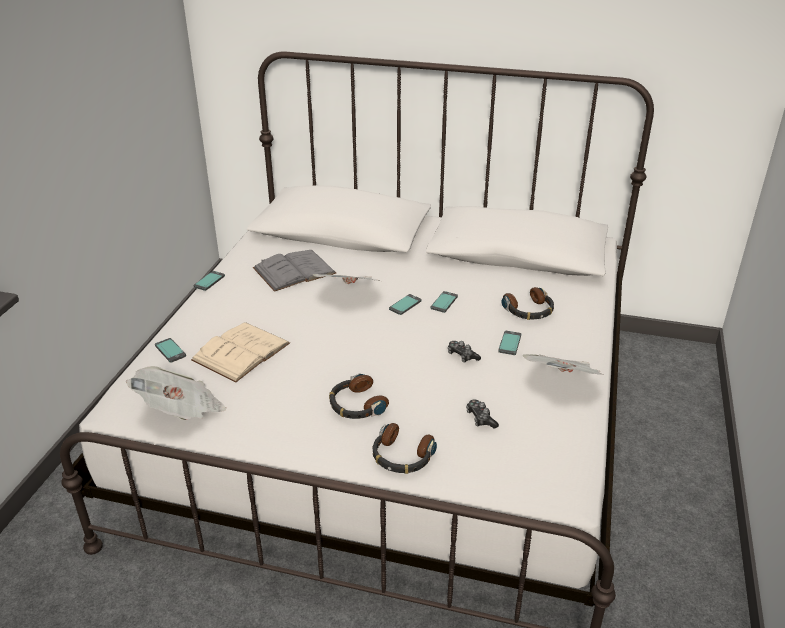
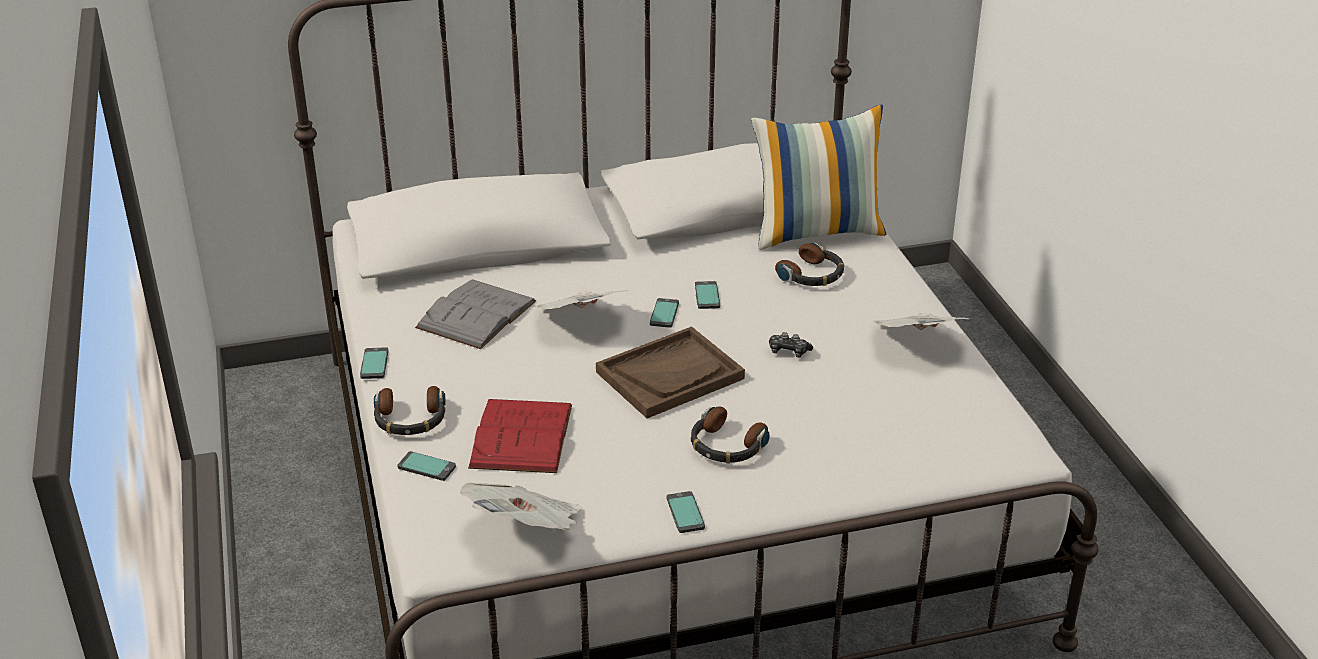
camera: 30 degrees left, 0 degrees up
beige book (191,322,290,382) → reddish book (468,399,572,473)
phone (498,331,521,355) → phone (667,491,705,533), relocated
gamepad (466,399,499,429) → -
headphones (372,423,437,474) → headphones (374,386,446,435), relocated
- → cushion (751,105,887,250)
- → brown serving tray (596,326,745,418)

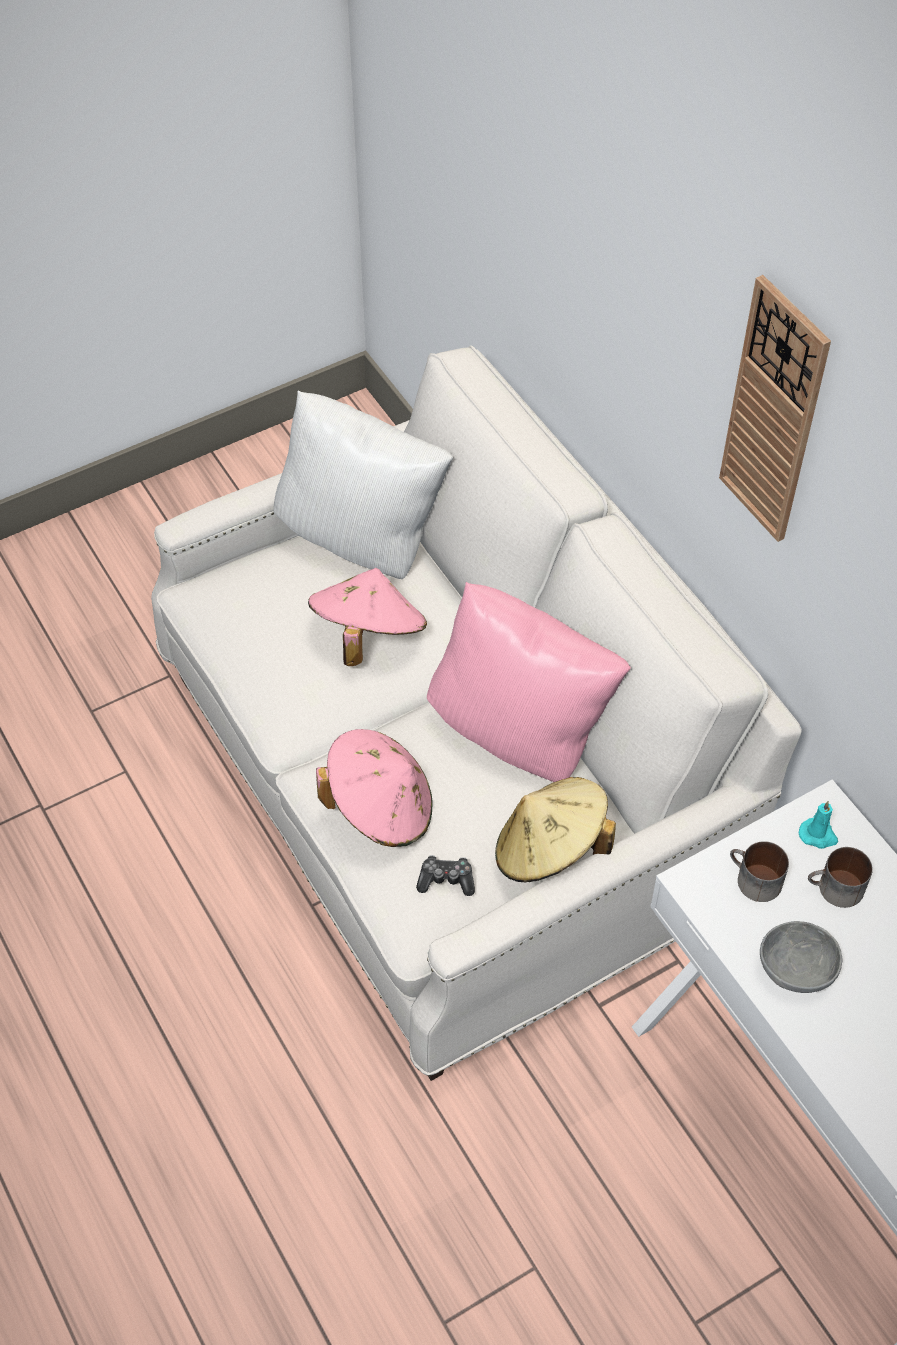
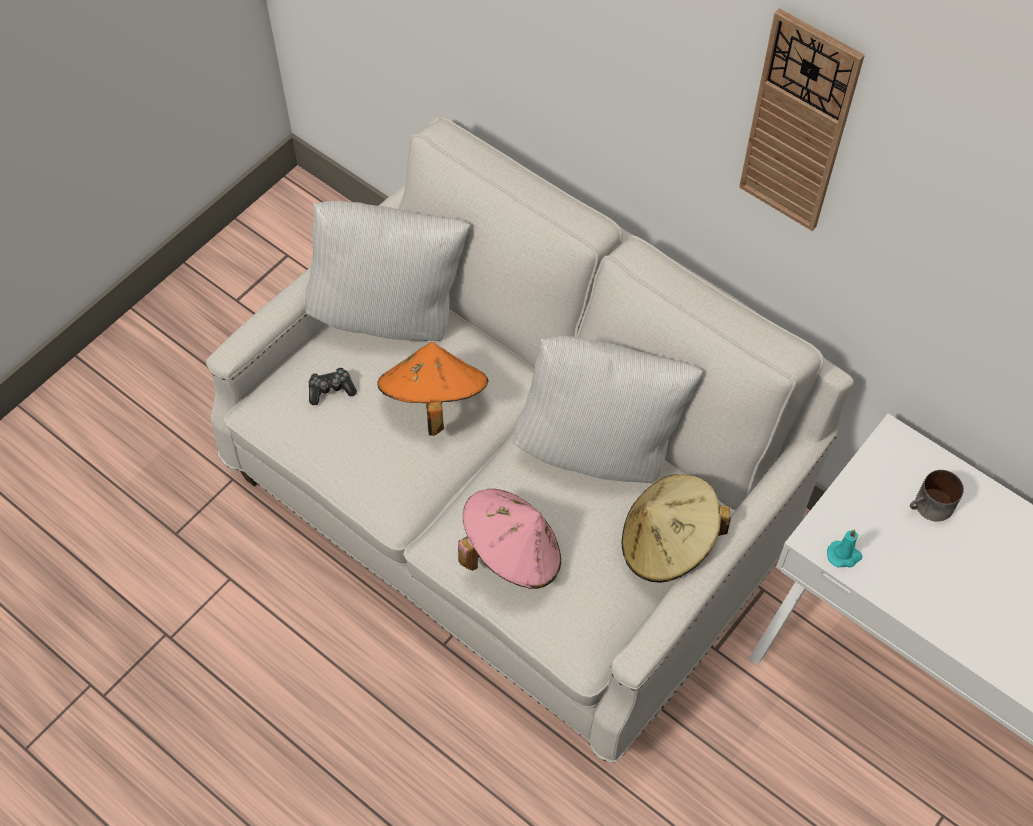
camera: 20 degrees left, 5 degrees up
pink-coloured hat (308,568,427,666) → orange-coloured hat (377,342,488,436)
pink-coloured cushion (427,582,631,782) → whitish cushion (513,336,703,483)
blue-green wax light (799,801,838,849) → blue-green wax light (827,530,863,568), relocated
mug (730,841,789,902) → -
gamepad (416,855,475,896) → gamepad (309,367,357,405), relocated
greyish deep dish (760,921,842,993) → -

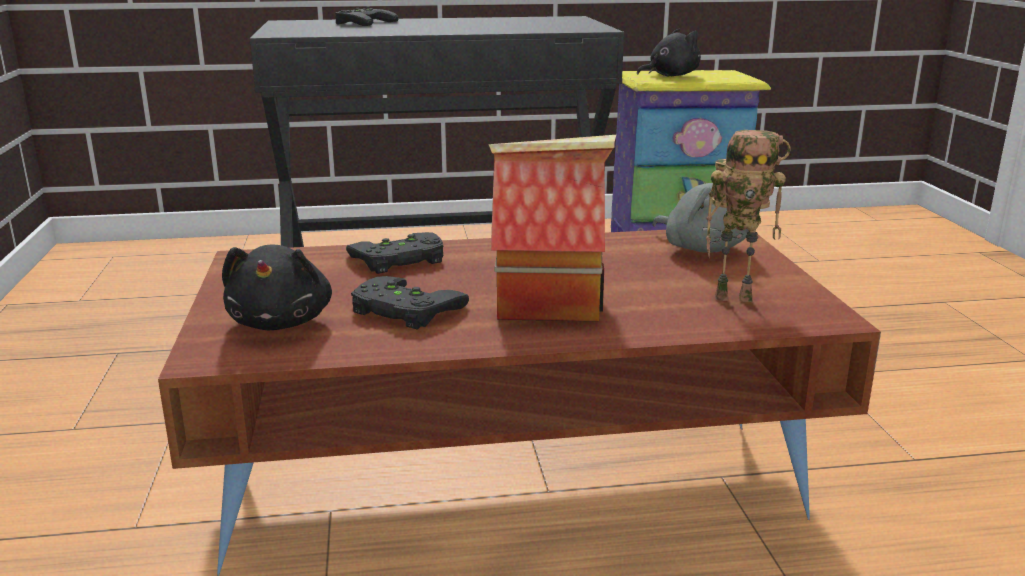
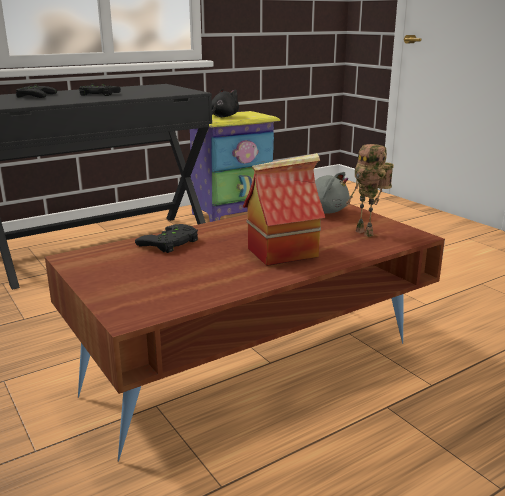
camera: 25 degrees left, 0 degrees up
model robot (706,130,791,302) → model robot (346,144,394,237), 75 degrees clockwise
black-coloured plush toy (222,244,332,330) → -
black-coloured gamepad (351,276,469,330) → black-coloured gamepad (79,84,121,96), relocated

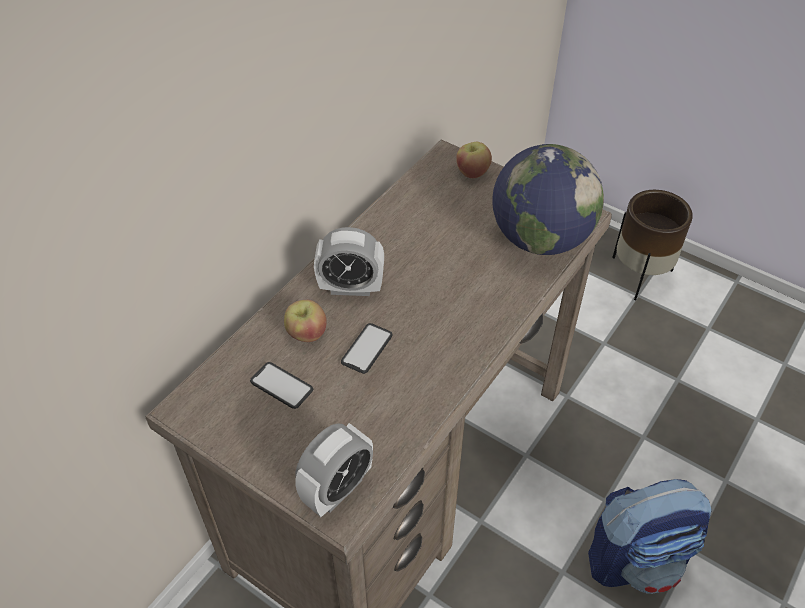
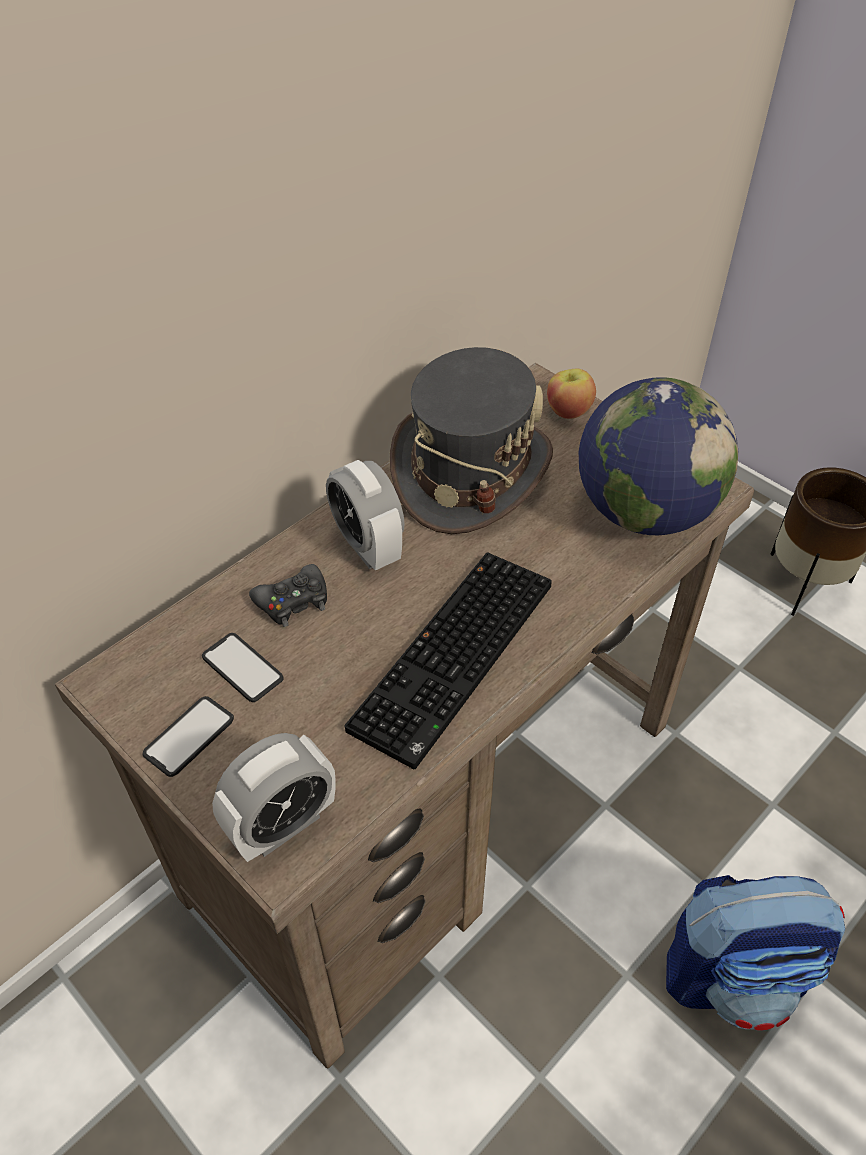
camera: 10 degrees right, 0 degrees up
alarm clock (314,227,384,296) → alarm clock (326,460,405,571), 45 degrees clockwise
apple fruit (284,300,327,342) → black-coloured gamepad (249,564,327,627)
phone (341,323,392,374) → phone (143,696,234,777), relocated
- → greyish hat (390,347,553,534)
- → PC keyboard (345,553,552,769)

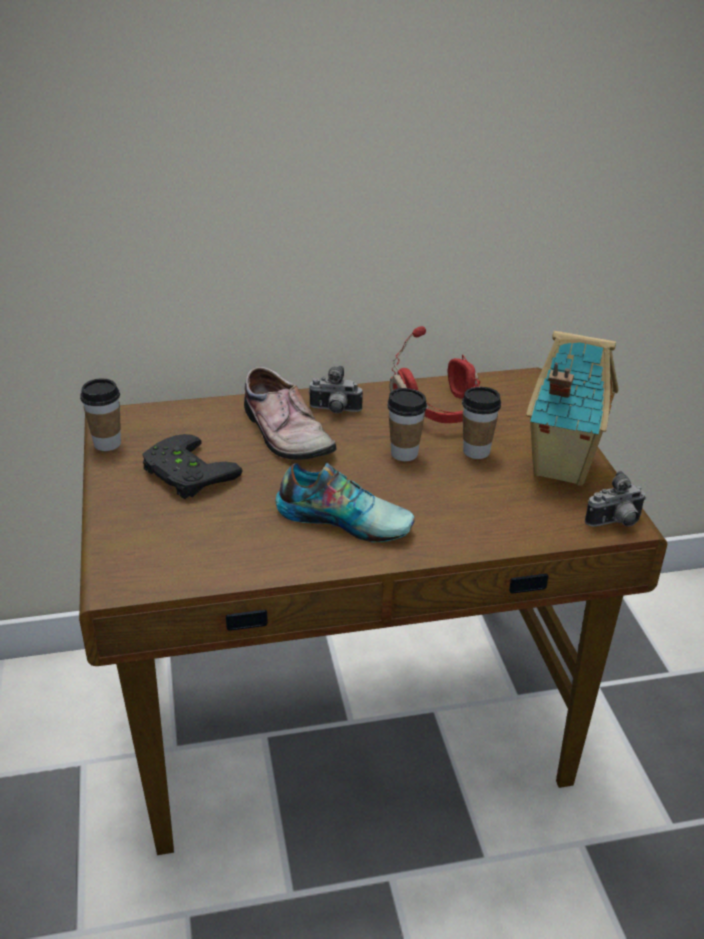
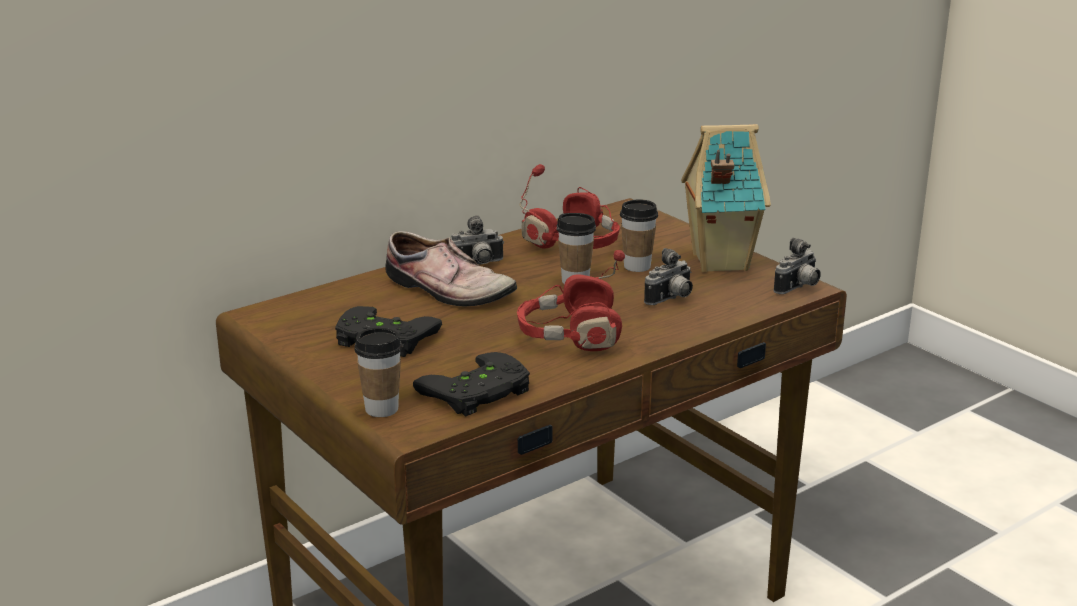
camera: 25 degrees left, 10 degrees down
small cup (80,378,121,451) → small cup (355,328,402,417), relocated
shoe (275,463,415,543) → reddish headphones (517,250,625,351)
- → photo camera (644,248,693,305)
- → black-coloured gamepad (413,352,530,417)

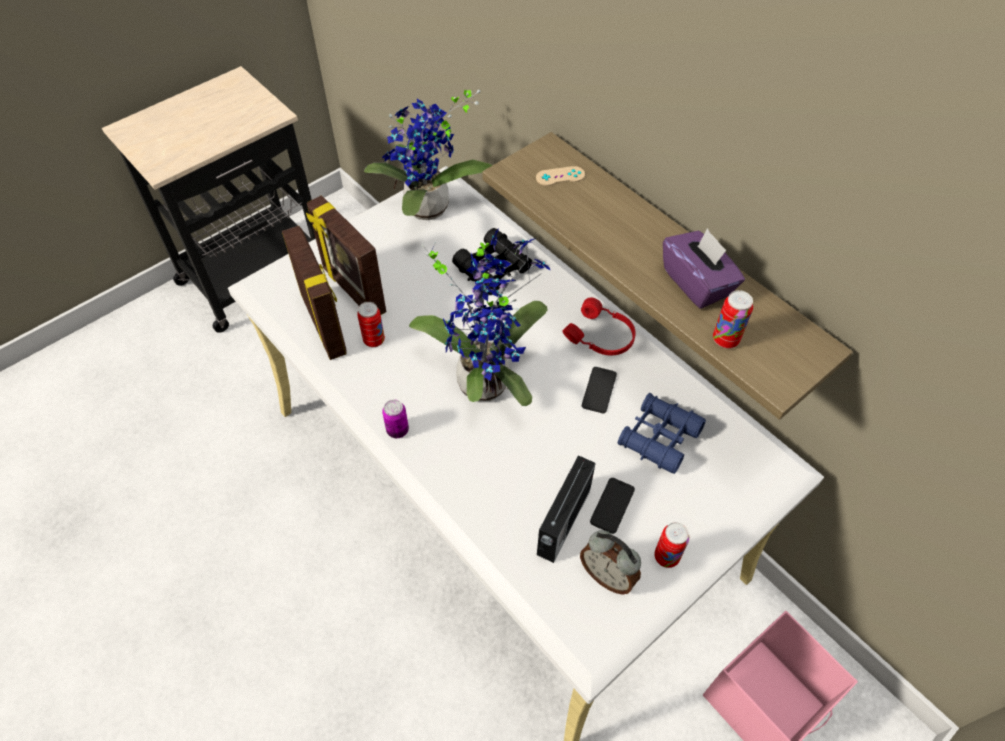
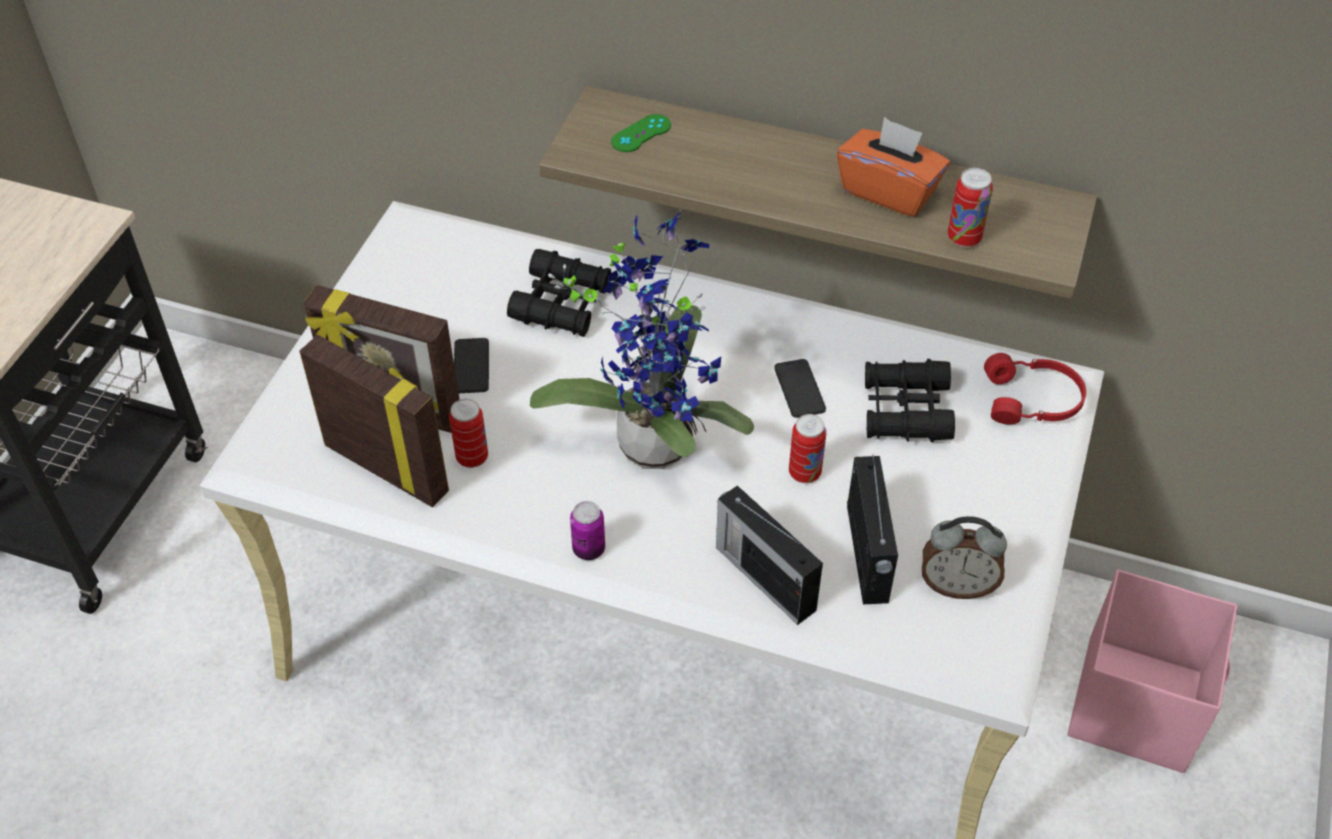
camera: 30 degrees left, 5 degrees down
potted plant (364,90,492,220) → -
beige gamepad (536,166,585,186) → green-coloured gamepad (611,114,671,152)
purple tissue holder (663,228,745,309) → orange-coloured tissue holder (837,117,950,217)
reddish headphones (563,298,636,355) → reddish headphones (984,353,1086,424), relocated
blue-coloured field glasses (617,393,706,474) → black-coloured field glasses (865,359,955,442)
phone (590,478,635,534) → phone (454,338,489,393), relocated
can (654,522,689,568) → can (789,414,827,483), relocated
- → radio set (716,486,823,625)

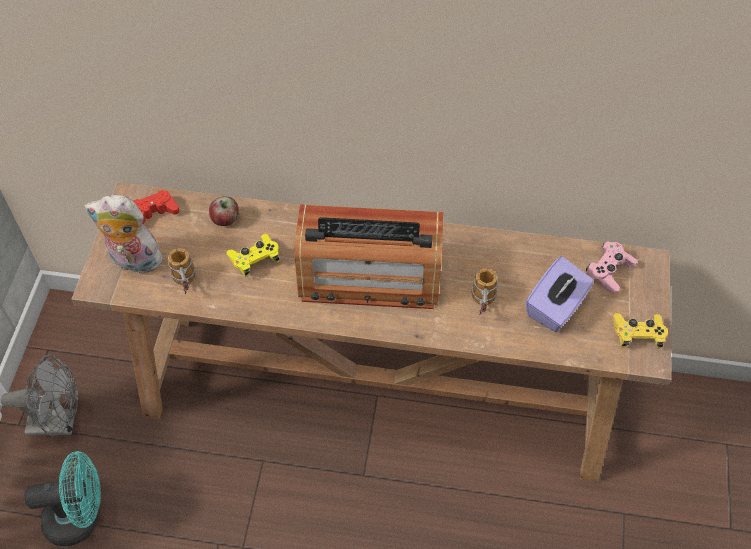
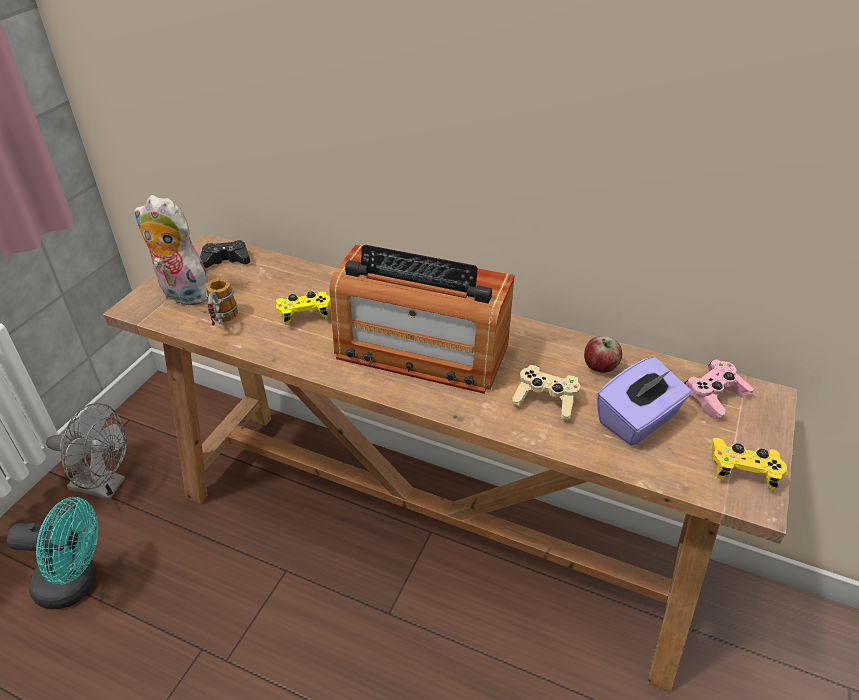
camera: 15 degrees right, 15 degrees down
reddish gamepad (133,190,180,224) → black-coloured gamepad (200,240,250,269)
apple fruit (209,196,239,226) → apple fruit (584,336,622,373), relocated
mug (472,268,498,315) → beige gamepad (511,365,581,421)

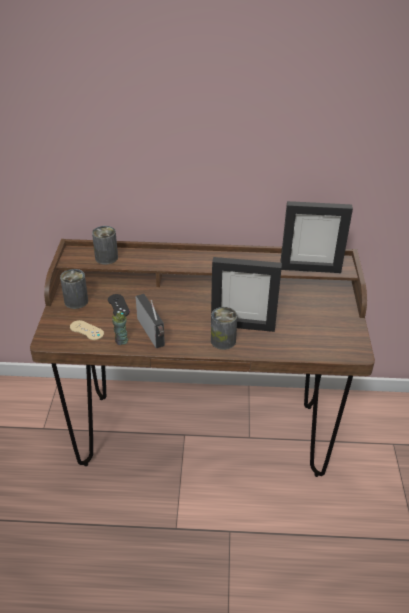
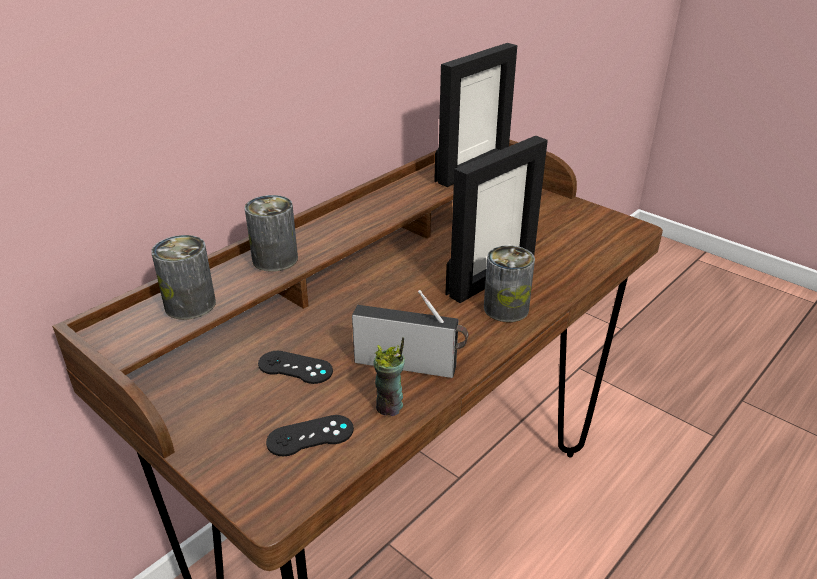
camera: 50 degrees left, 5 degrees down
can (60,269,88,309) → can (245,195,298,272), relocated
beige gamepad (70,320,104,340) → black-coloured gamepad (266,415,354,457)

